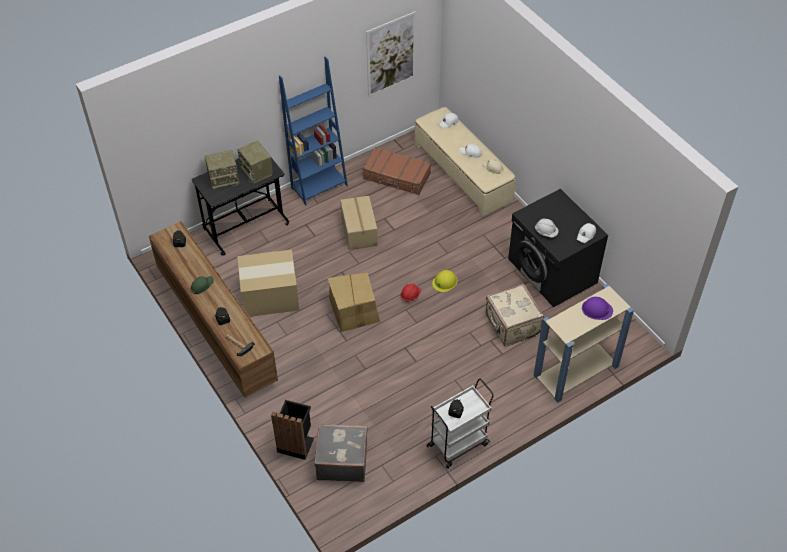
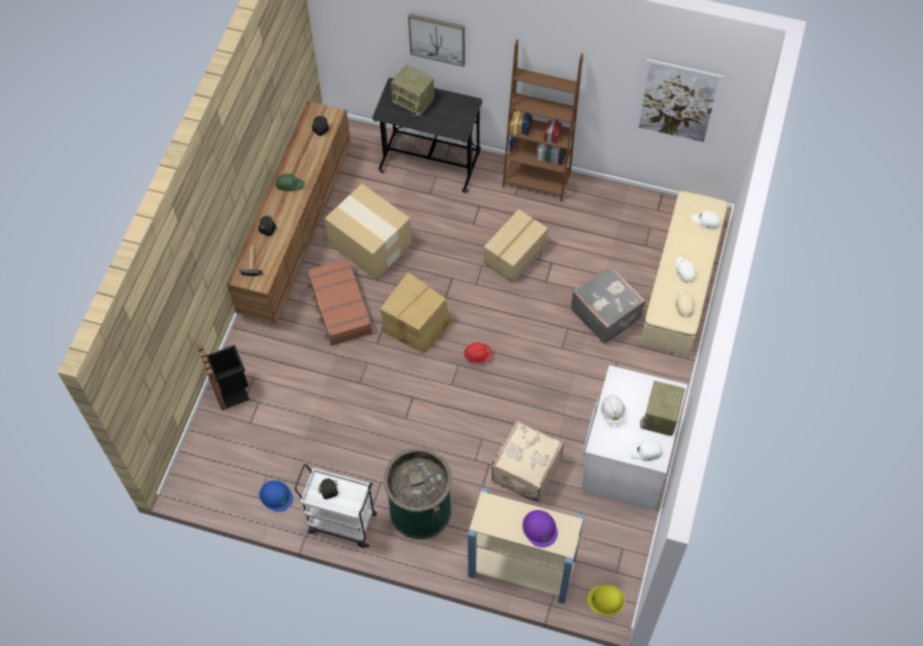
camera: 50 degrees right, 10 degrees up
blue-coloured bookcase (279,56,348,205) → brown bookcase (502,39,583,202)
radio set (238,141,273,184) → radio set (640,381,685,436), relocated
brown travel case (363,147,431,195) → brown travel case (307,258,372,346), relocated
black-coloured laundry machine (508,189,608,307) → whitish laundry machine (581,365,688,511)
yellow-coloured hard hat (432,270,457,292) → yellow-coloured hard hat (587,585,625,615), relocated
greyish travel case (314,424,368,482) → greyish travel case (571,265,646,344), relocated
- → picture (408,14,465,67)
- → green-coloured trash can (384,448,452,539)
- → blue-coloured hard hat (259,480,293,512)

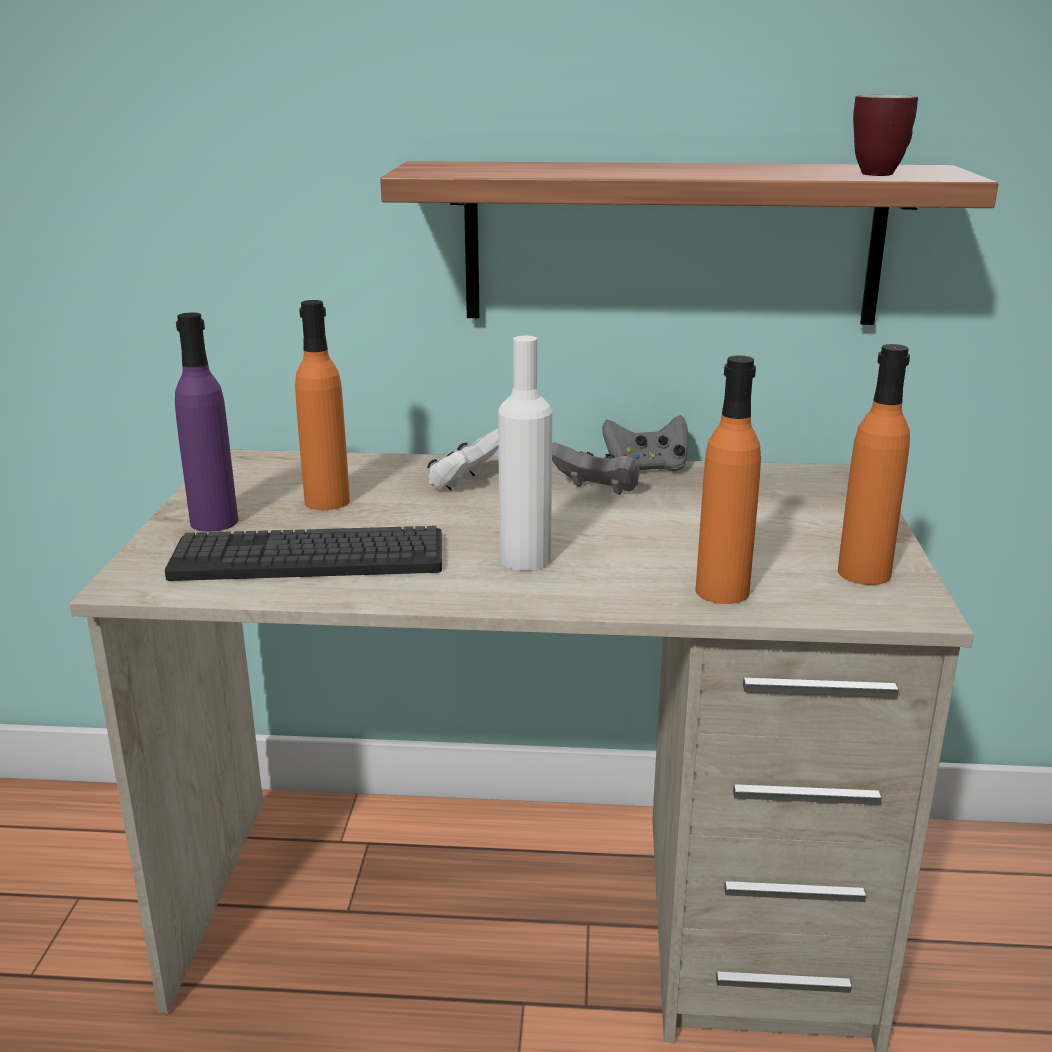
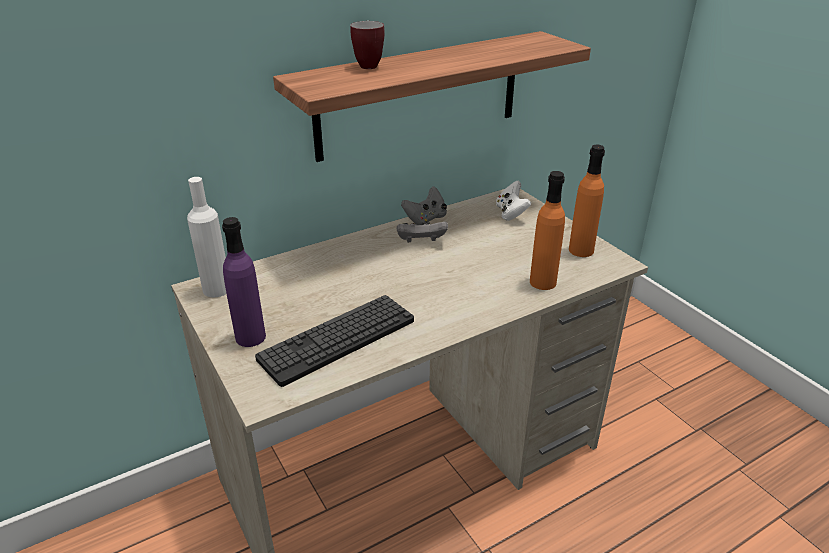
camera: 35 degrees left, 10 degrees up
mug (853,95,918,176) → mug (350,21,384,69), relocated
orange-coloured bottle (295,300,350,510) → -
whitish bottle (498,336,552,571) → whitish bottle (187,177,227,297), relocated
whitish gamepad (427,428,498,490) → whitish gamepad (496,181,531,221), relocated

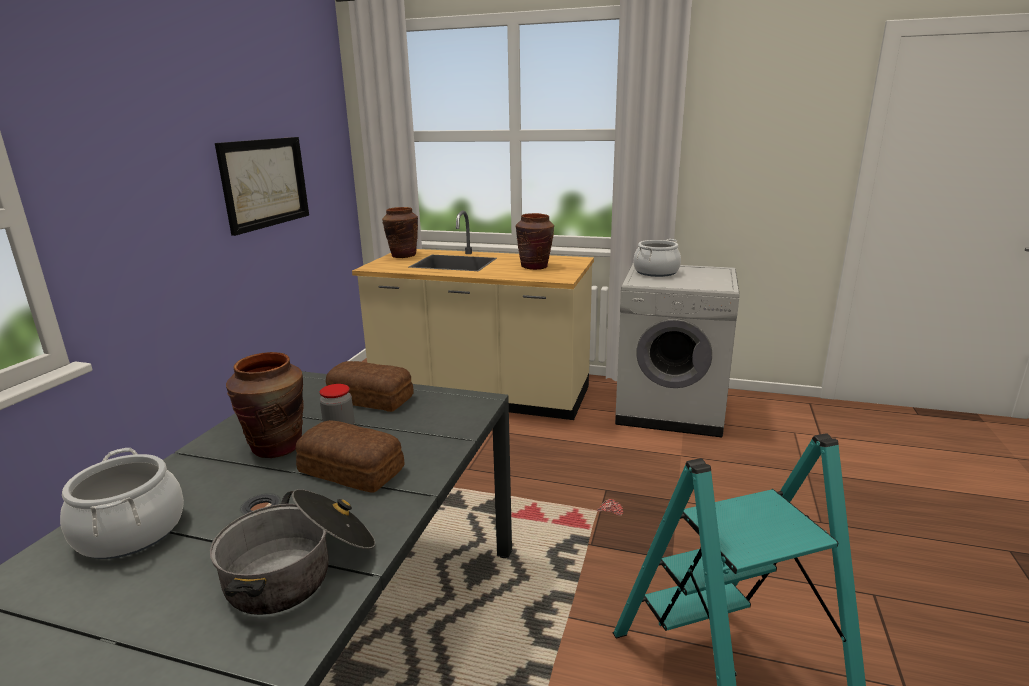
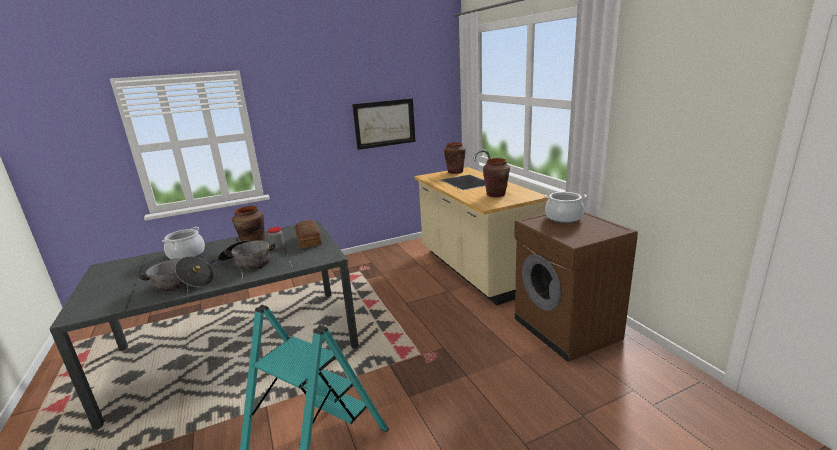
camera: 50 degrees right, 0 degrees up
whitish laundry machine (615,264,740,437) → brown laundry machine (514,212,638,362)
baked bread (295,420,404,493) → saucepot (218,240,276,271)

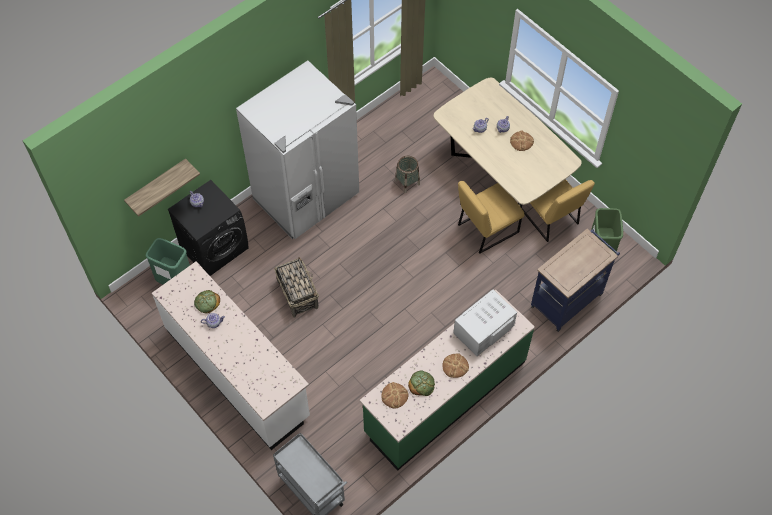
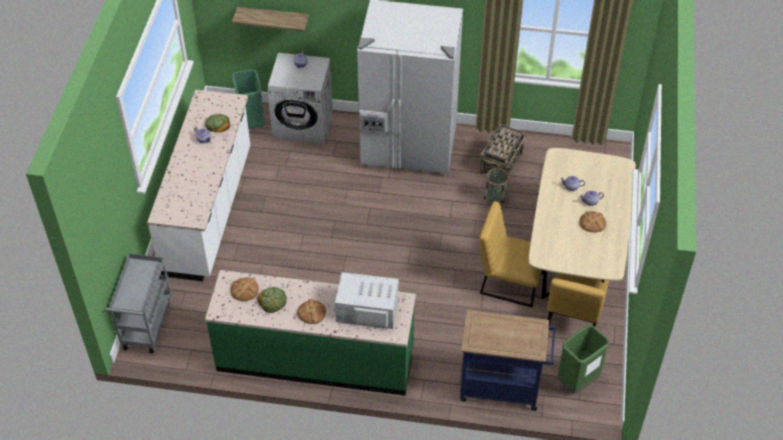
camera: 50 degrees right, 10 degrees down
black-coloured laundry machine (168,180,249,276) → whitish laundry machine (268,53,333,144)
household basket (275,257,319,318) → household basket (480,124,525,175), relocated

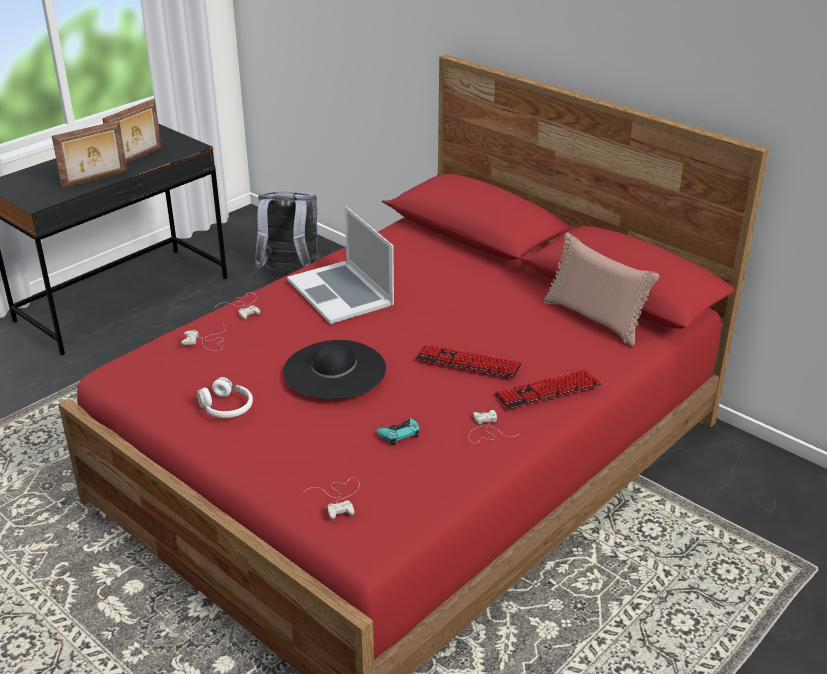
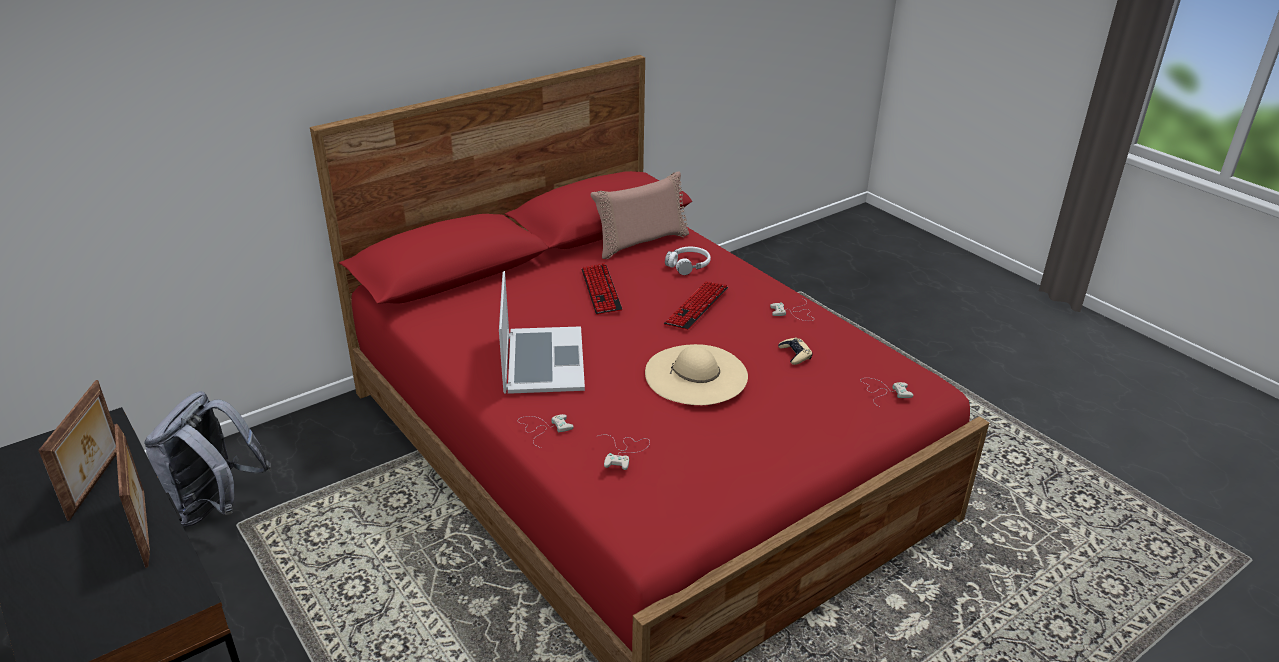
camera: 80 degrees left, 0 degrees up
standing frame (102,99,162,163) → standing frame (38,380,116,521), 45 degrees clockwise
notebook computer (287,206,394,324) → notebook computer (499,271,585,394), 75 degrees counterclockwise
black-coloured hat (283,340,386,399) → beige hat (645,344,748,405)
PC keyboard (494,369,601,409) → PC keyboard (581,263,622,315), relocated
whitish headphones (197,377,253,418) → whitish headphones (665,247,711,275), relocated
blue-green gamepad (377,418,419,446) → beige gamepad (778,338,813,365)

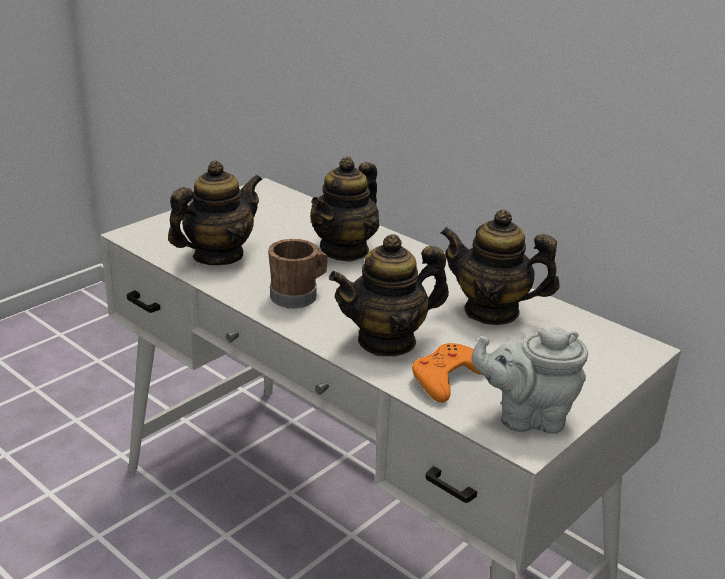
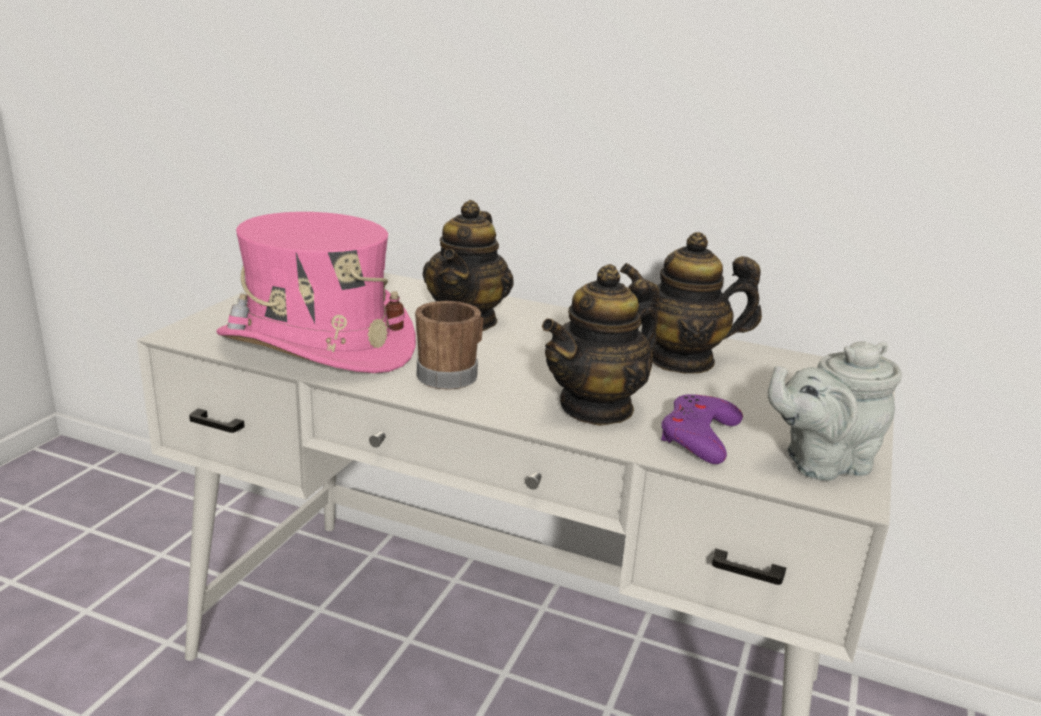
camera: 20 degrees left, 5 degrees down
teapot (168,160,262,265) → pink-coloured hat (217,212,416,373)
orange-coloured gamepad (412,343,483,402) → purple gamepad (661,394,743,464)

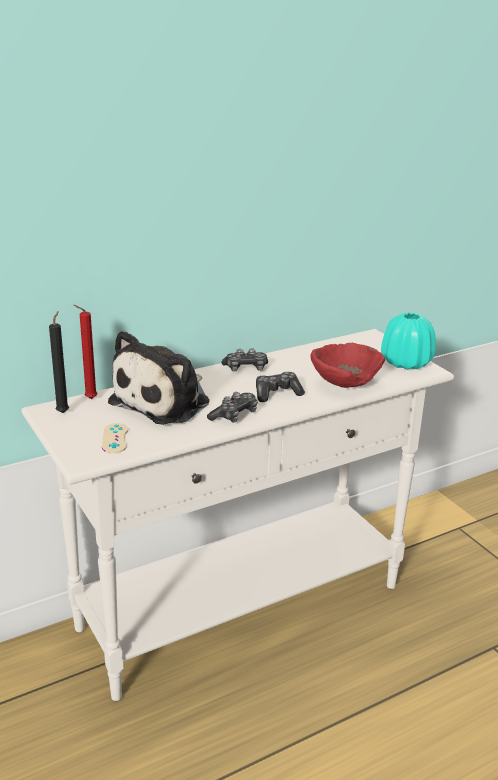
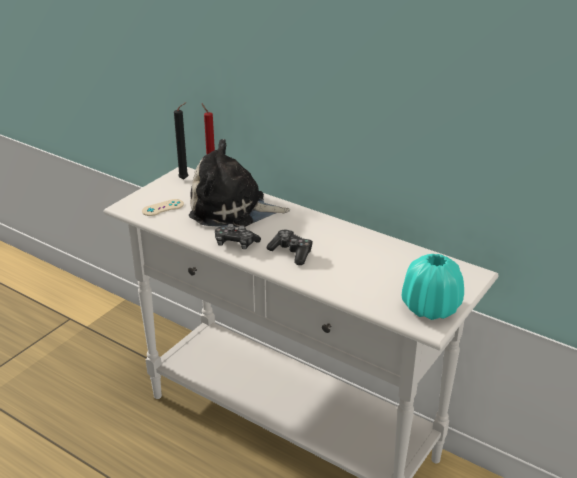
camera: 65 degrees right, 5 degrees up
reddish deep dish (310,343,385,388) → -
gamepad (221,348,268,371) → -

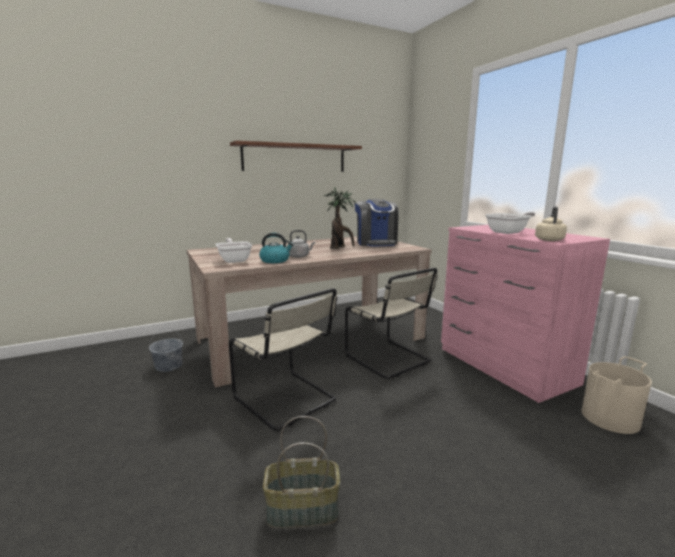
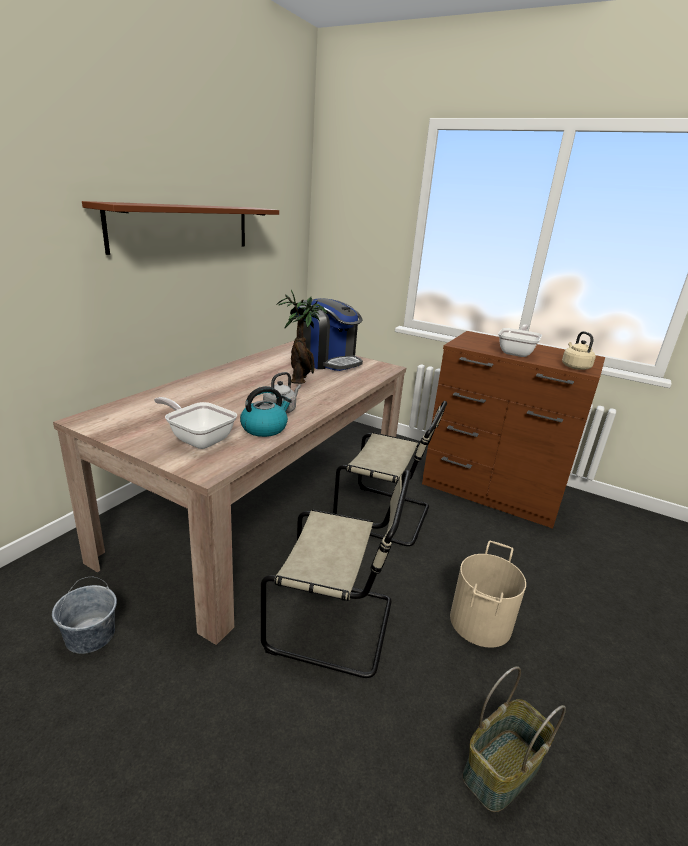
camera: 35 degrees left, 10 degrees up
pink-coloured dresser (441,225,610,403) → brown dresser (422,331,605,529)
beige pail (581,356,652,434) → beige pail (450,541,526,648), relocated

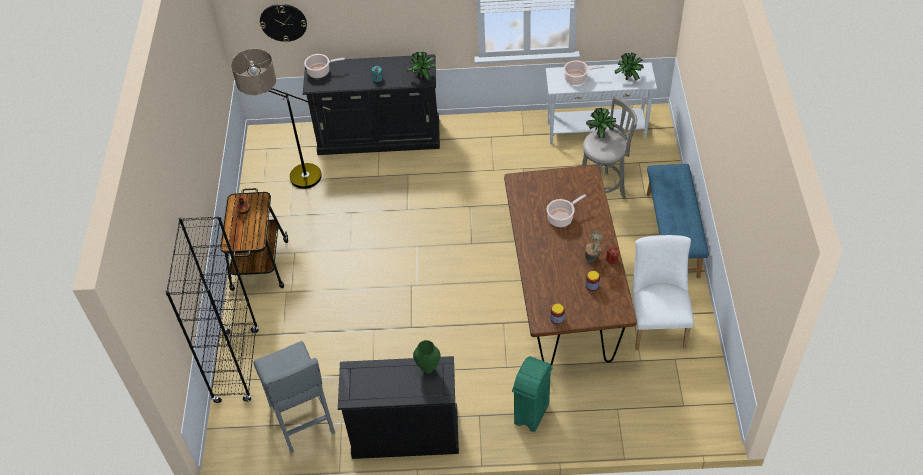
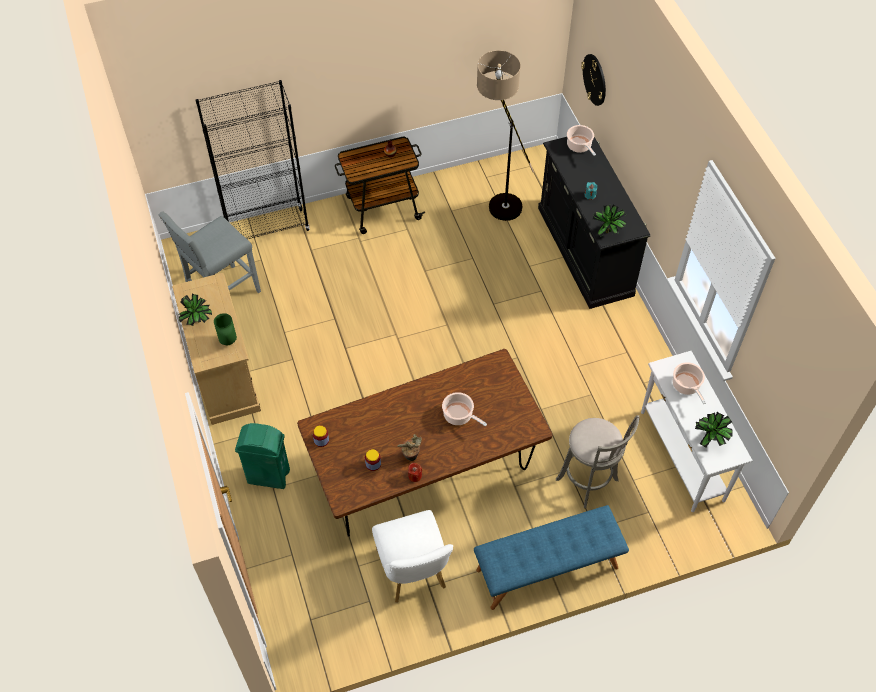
camera: 70 degrees right, 5 degrees up
potted plant (586,108,616,138) → potted plant (178,294,212,326), relocated
whitish upright chair (632,235,694,350) → whitish upright chair (372,510,453,603), 90 degrees clockwise
black-coloured dresser (338,356,459,459) → beige dresser (172,273,261,425)

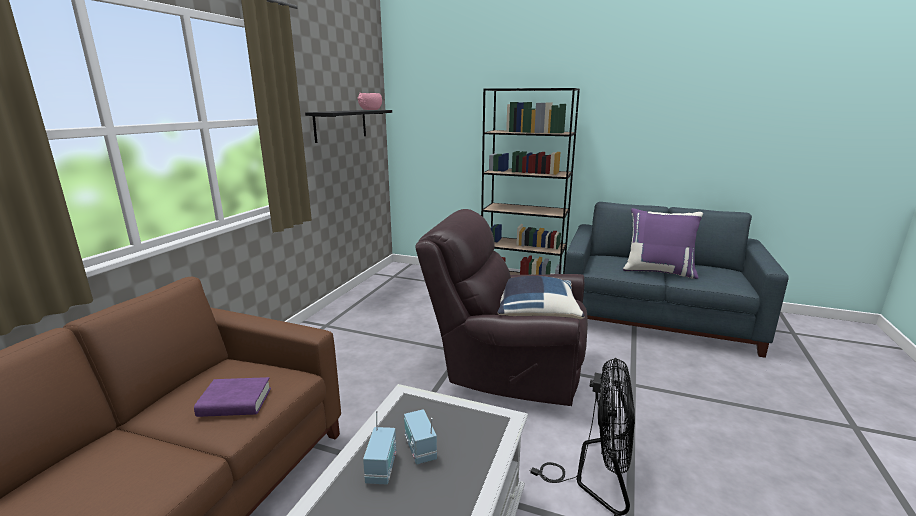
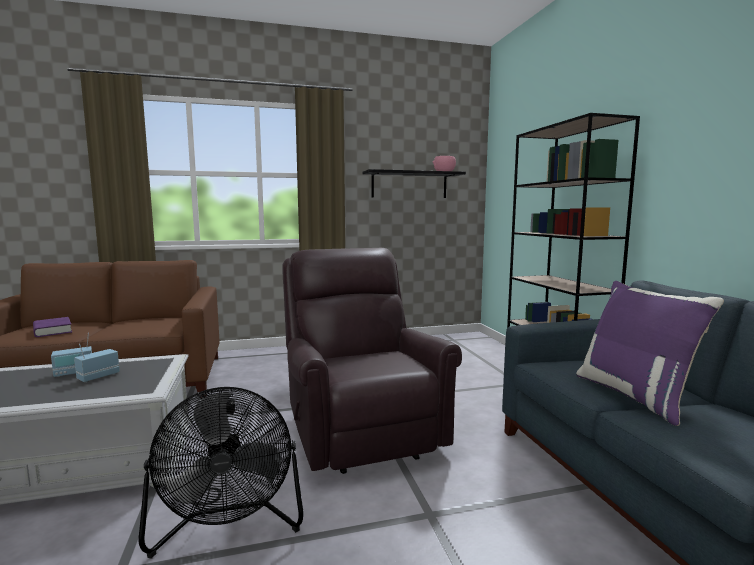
camera: 55 degrees right, 10 degrees down
blue-coloured cushion (497,276,585,319) → -
purple book (194,377,271,417) → purple book (33,317,72,337), relocated

